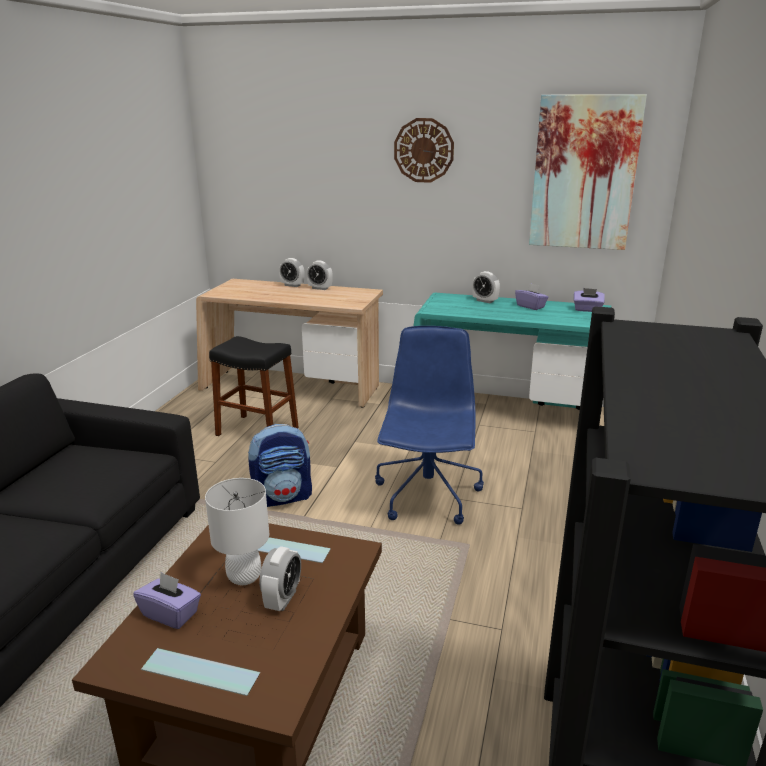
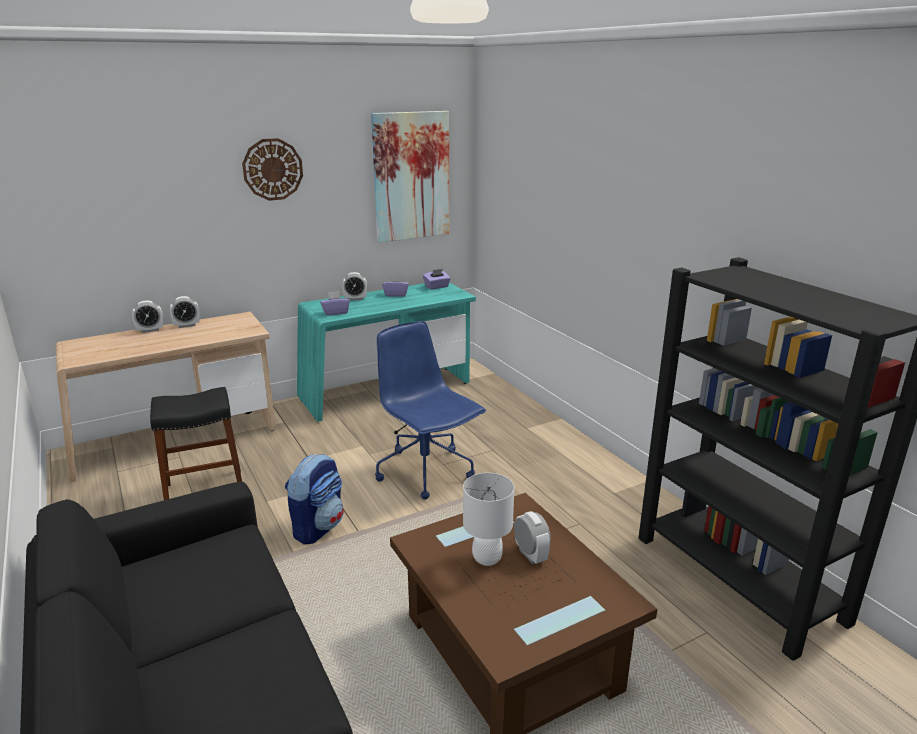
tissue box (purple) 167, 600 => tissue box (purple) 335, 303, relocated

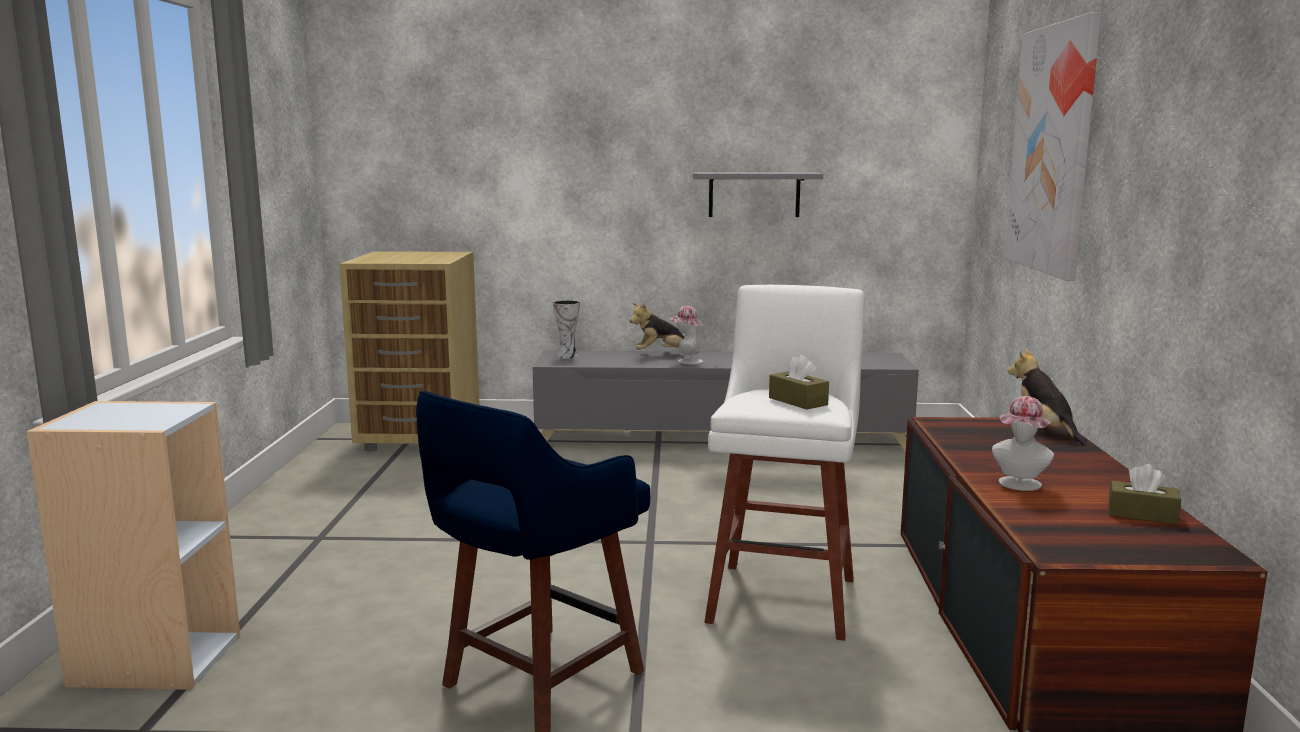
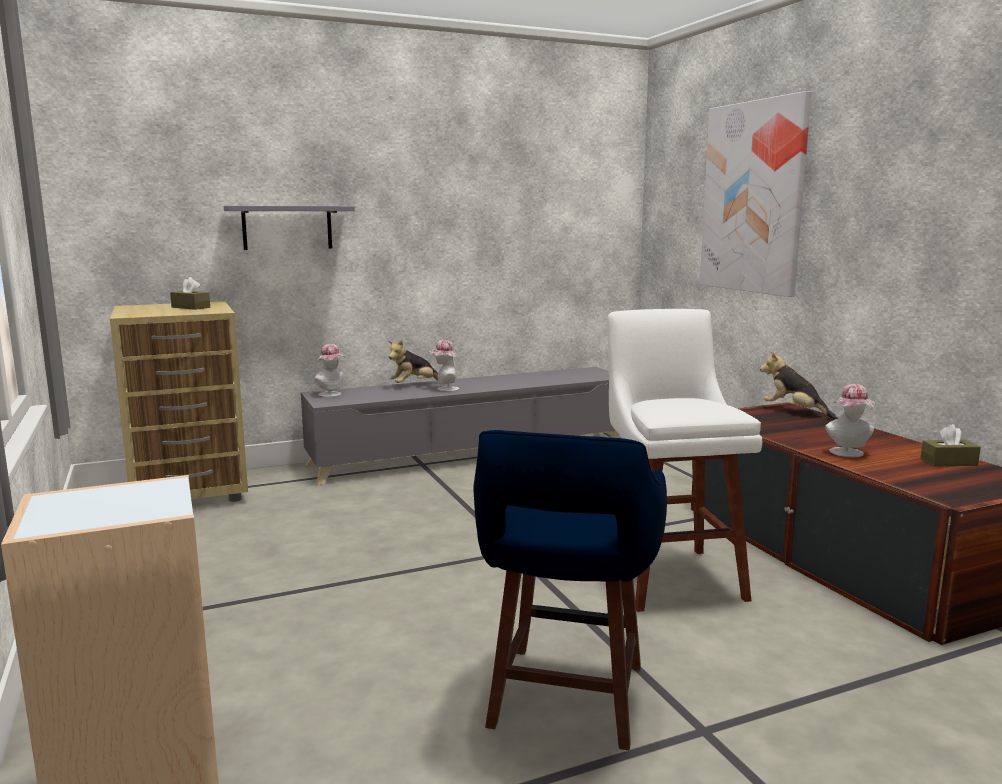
shelf (grey) 758, 194 => shelf (grey) 289, 228, relocated
vase 566, 329 => hat 329, 370
tissue box (brown) 799, 382 => tissue box (brown) 190, 293, relocated

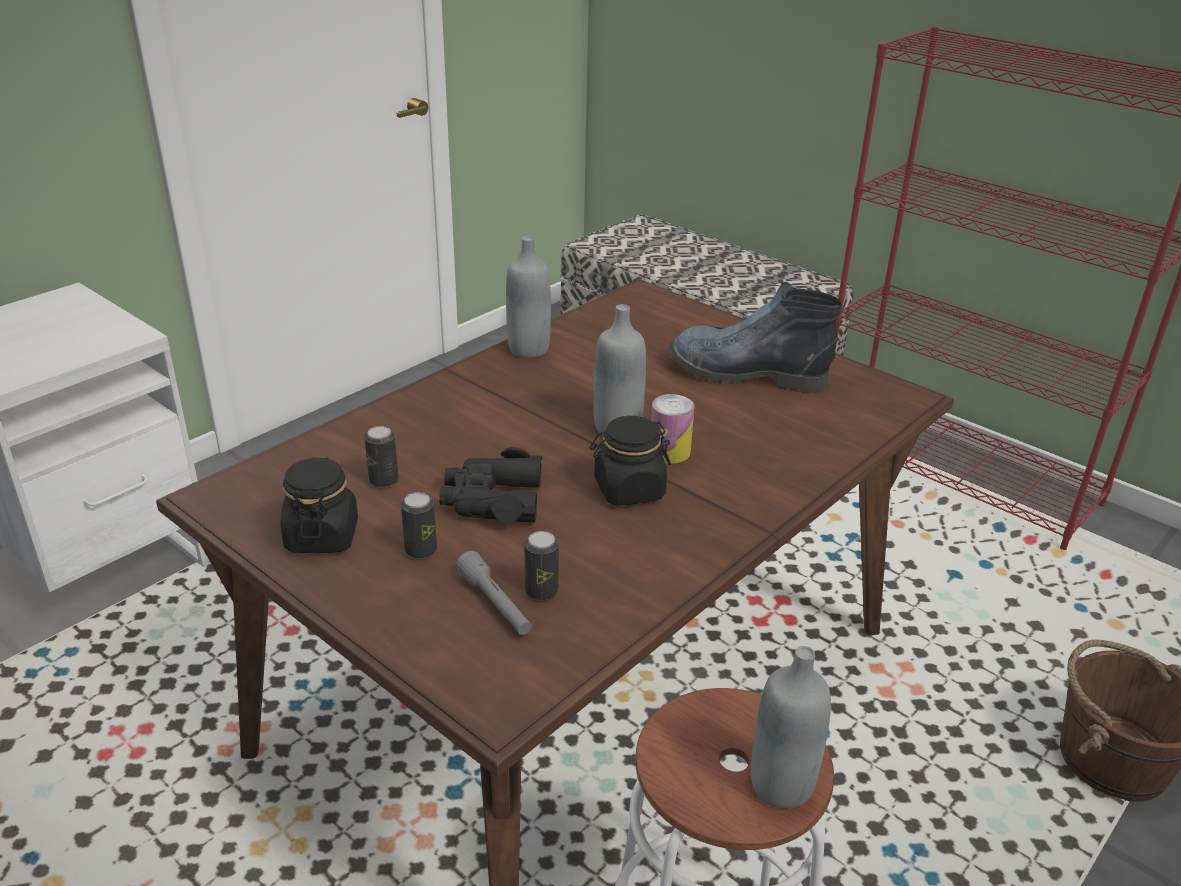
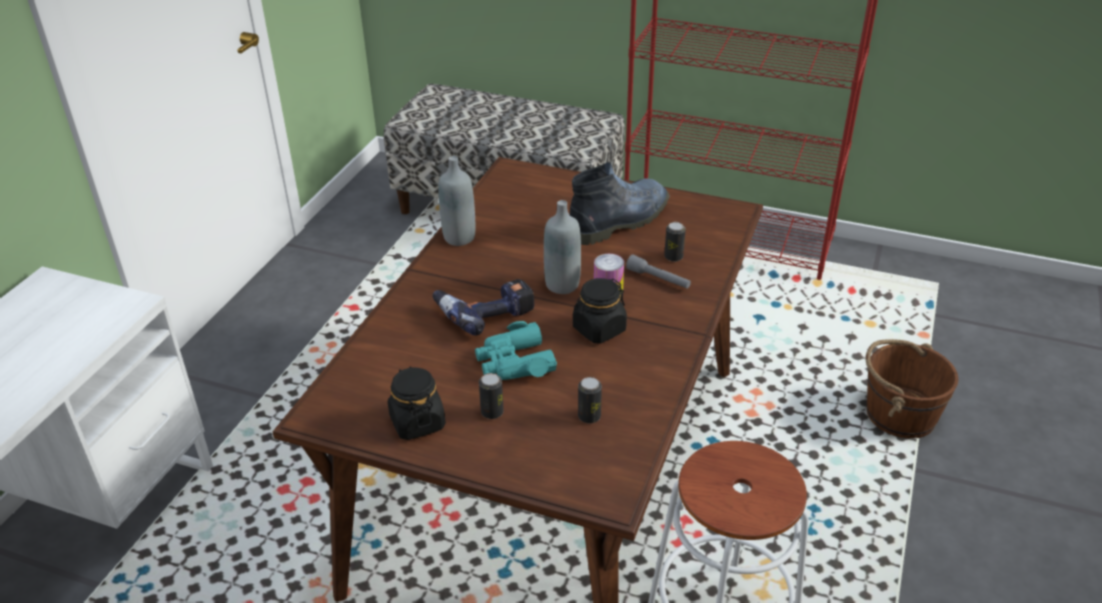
boot 755, 337 => boot 619, 203, 150 degrees clockwise
can 381, 457 => can 675, 242, relocated
binoculars (black) 490, 485 => binoculars (turquoise) 516, 350
flashlight (grey) 494, 593 => flashlight (grey) 658, 271, relocated
bottle (grey) 791, 727 => nothing
nothing => power drill 484, 307

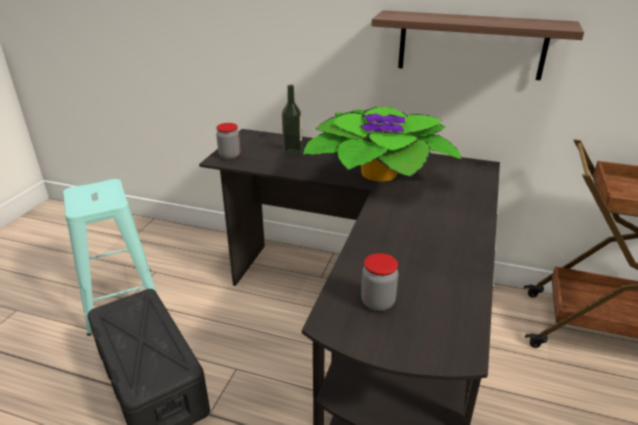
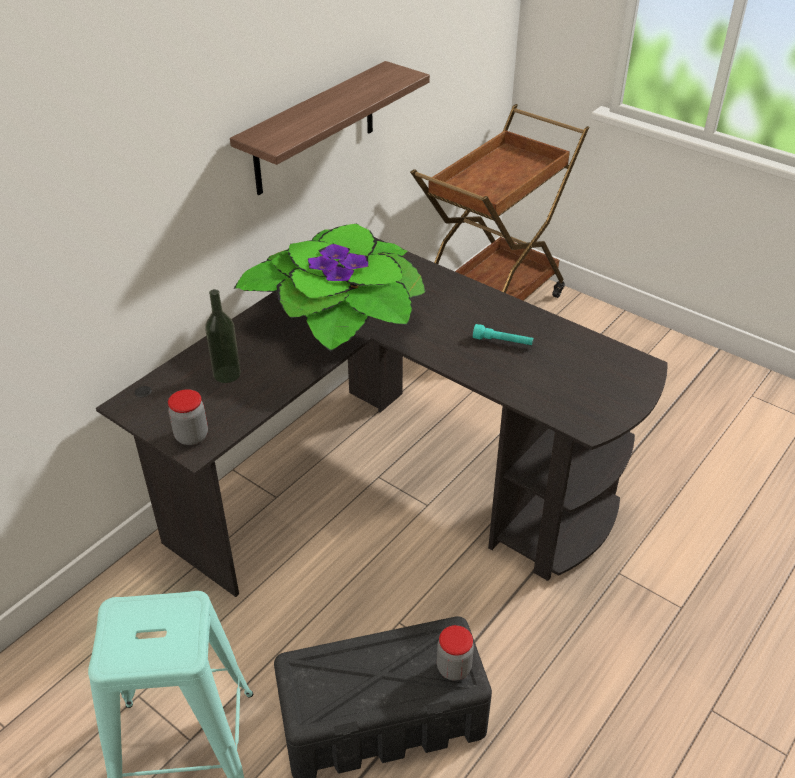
jar 379, 282 => jar 455, 653, relocated
nothing => flashlight (turquoise) 503, 334

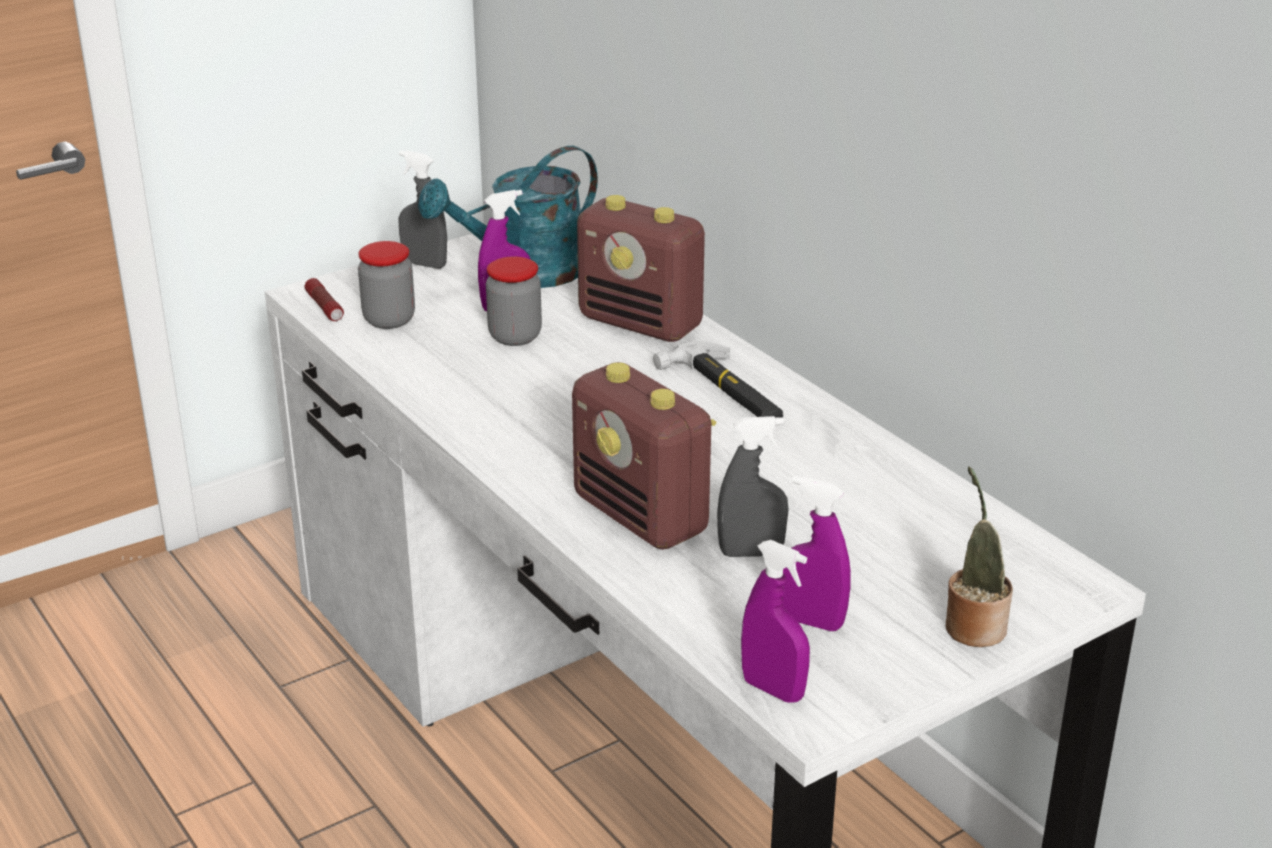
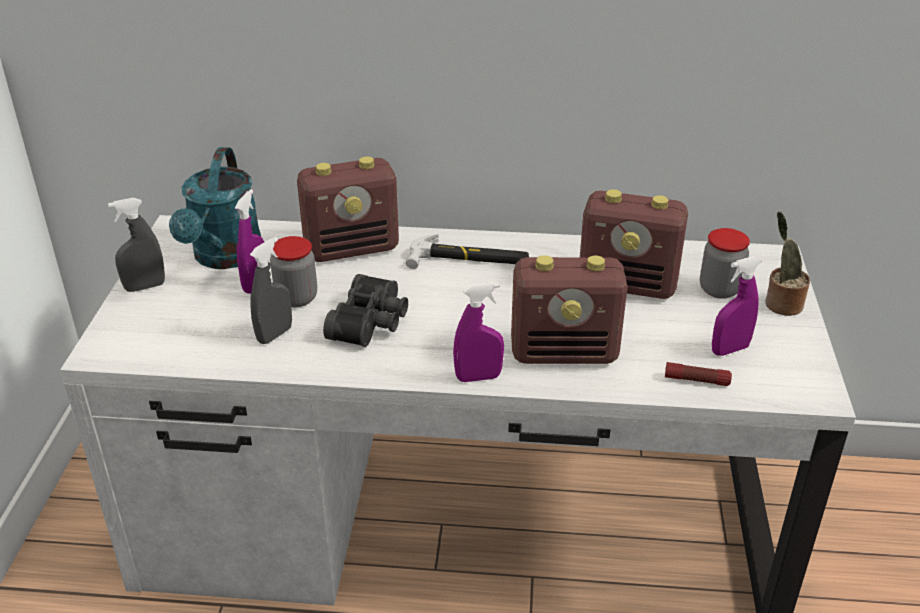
jar 386, 285 => jar 725, 263, relocated
flashlight 324, 299 => flashlight 698, 374, relocated
spray bottle (grey) 753, 486 => spray bottle (grey) 271, 290, relocated
spray bottle (purple) 775, 621 => spray bottle (purple) 478, 332, relocated
nothing => radio 634, 244
nothing => binoculars (black) 365, 310

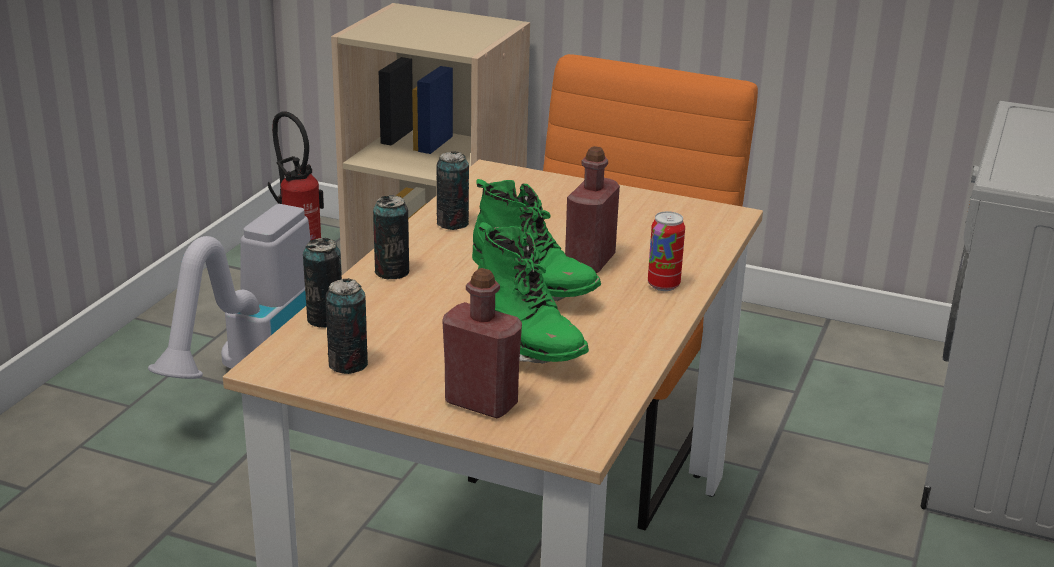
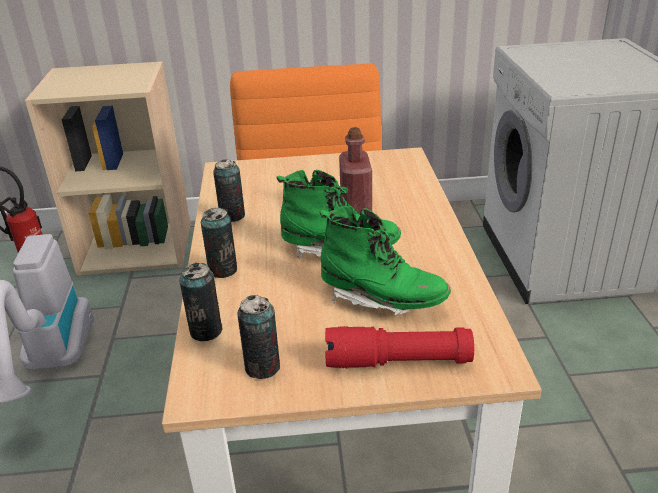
can 666, 251 => nothing
bottle (red) 482, 343 => flashlight (red) 399, 347

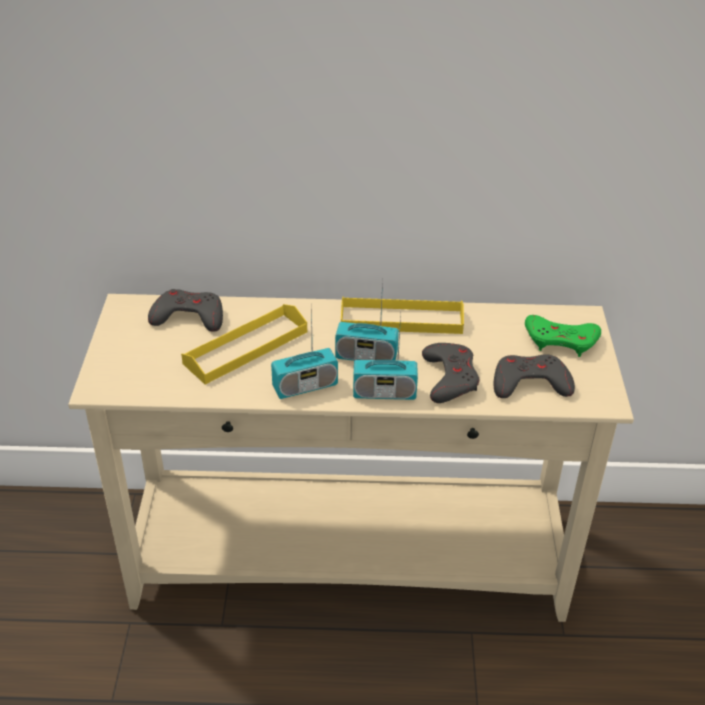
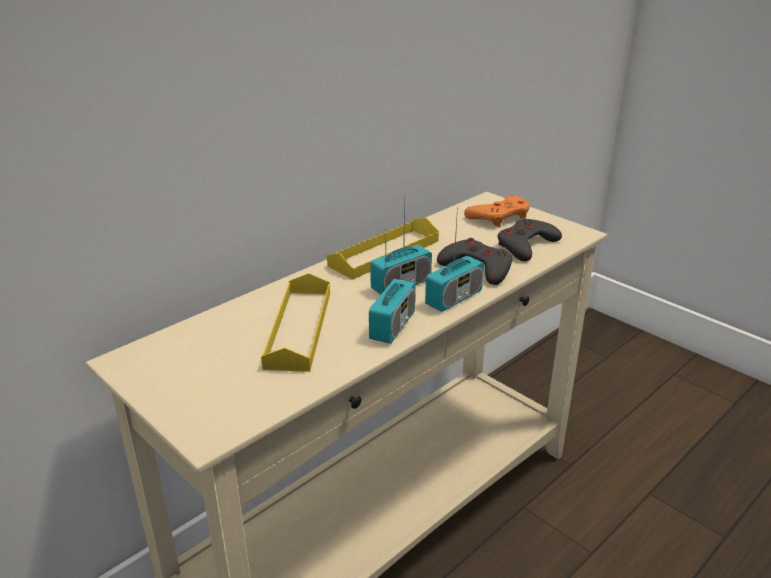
game controller (grey) 185, 310 => nothing
game controller (green) 563, 336 => game controller (orange) 497, 211

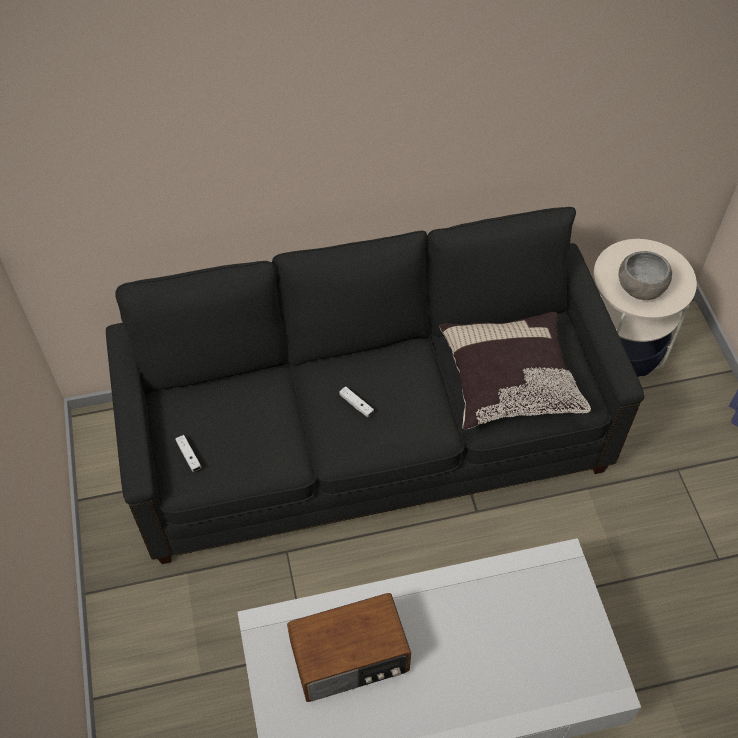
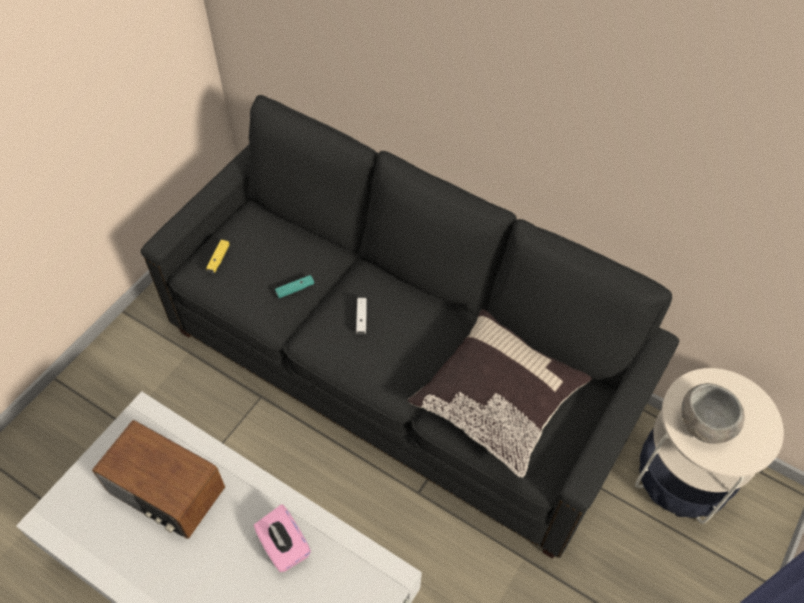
game controller (white) 188, 453 => game controller (yellow) 218, 256
nothing => game controller (turquoise) 294, 286
nothing => tissue box (pink) 282, 538

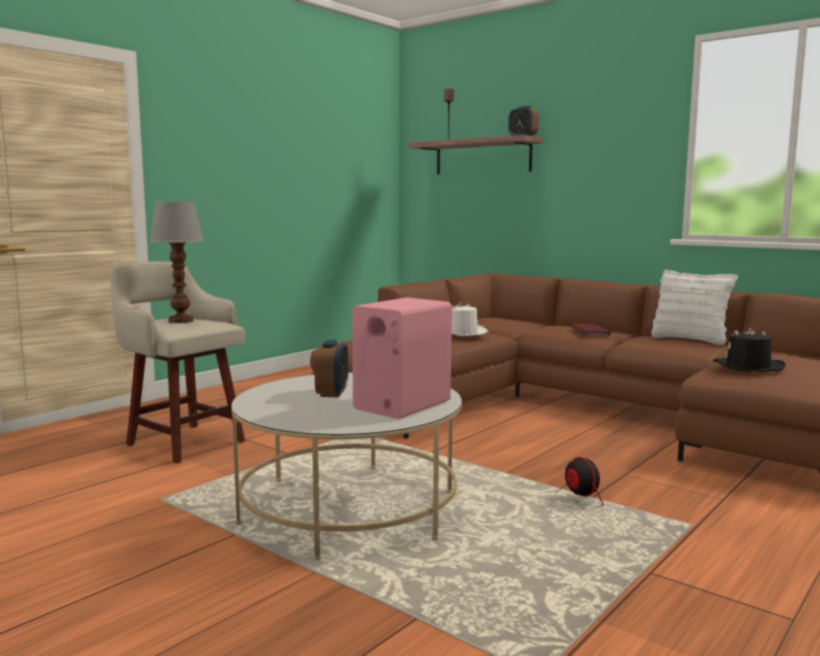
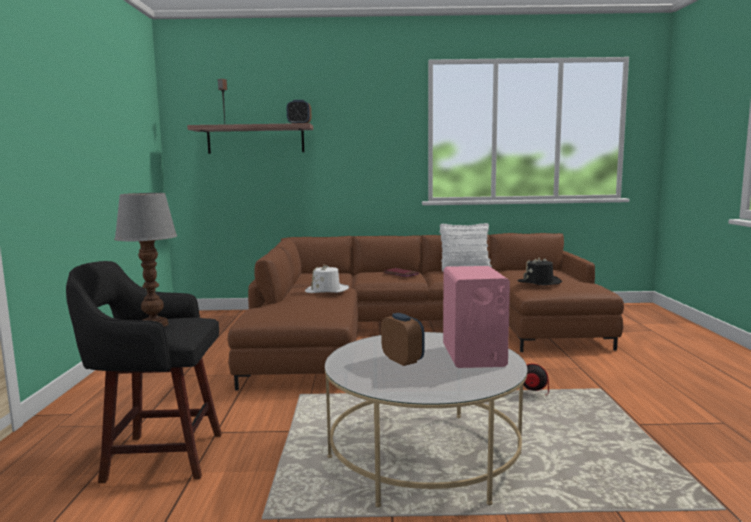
stool (beige) 178, 362 => stool (black) 144, 372

